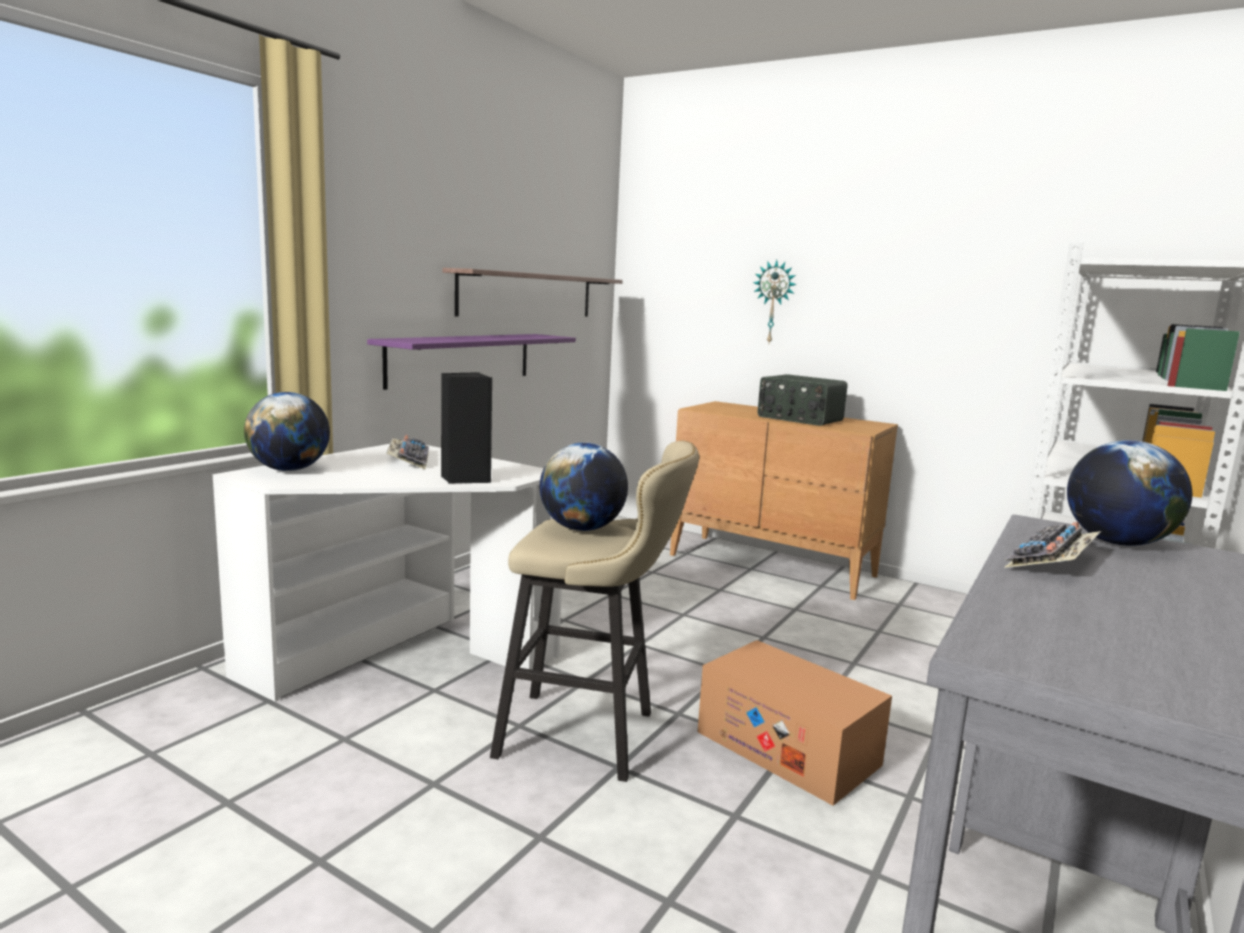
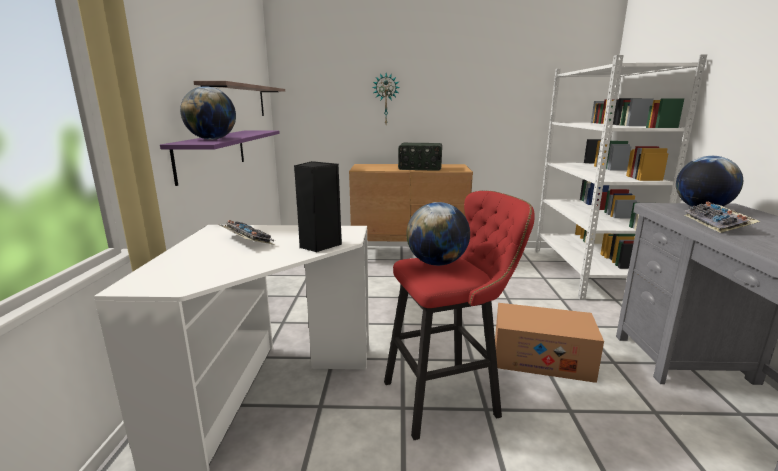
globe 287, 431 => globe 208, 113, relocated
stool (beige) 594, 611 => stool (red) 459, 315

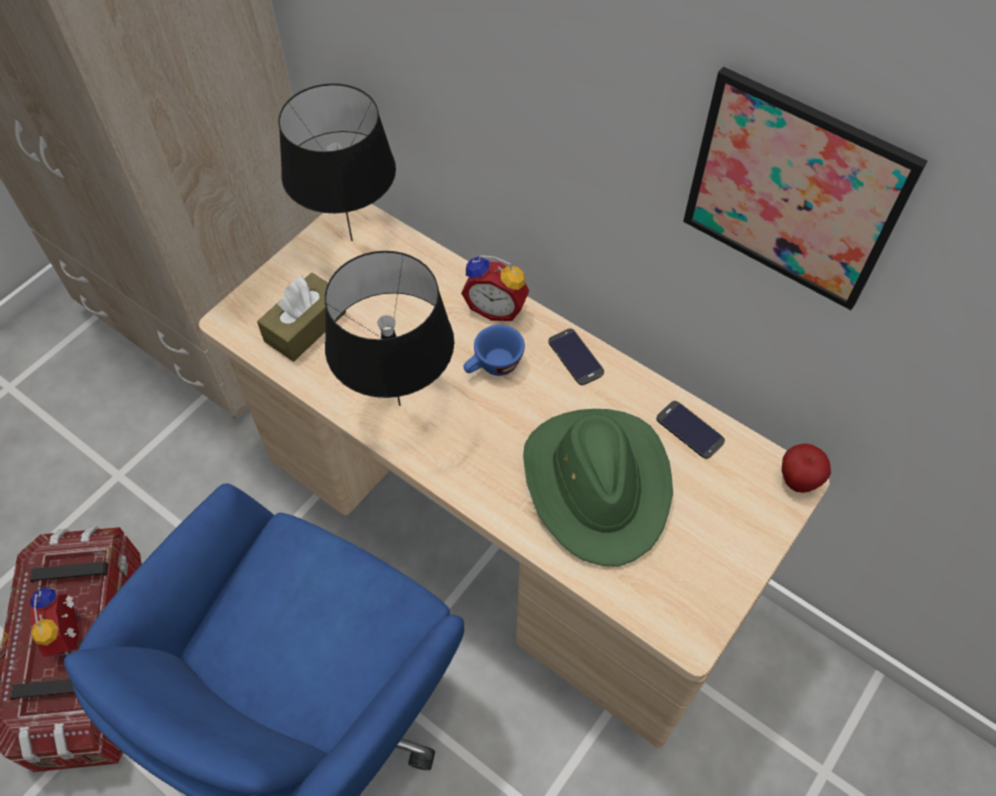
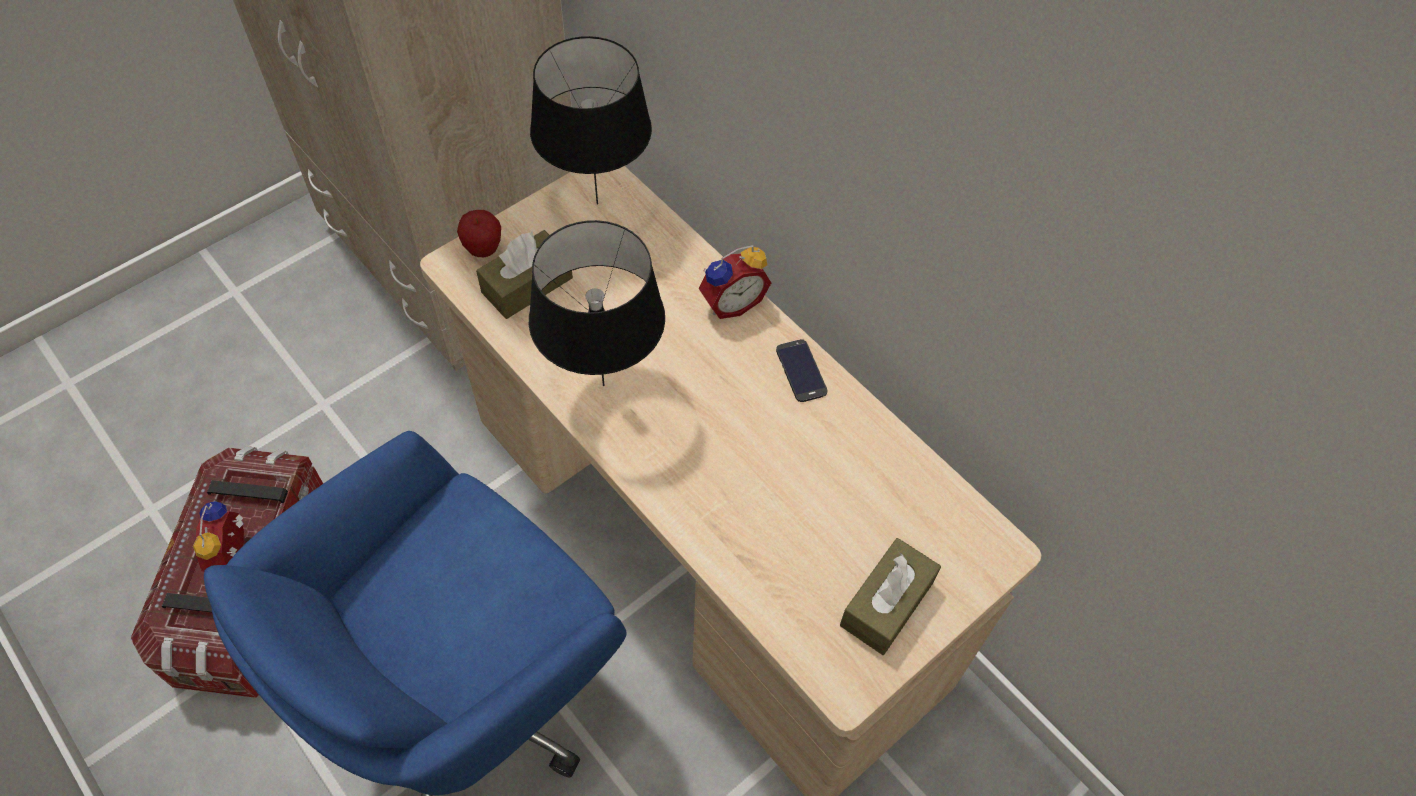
picture 805, 188 => nothing
alarm clock 495, 288 => alarm clock 735, 282, 60 degrees counterclockwise
cup (blue) 494, 350 => nothing
phone 690, 430 => nothing
hat (green) 598, 488 => nothing
apple 806, 468 => apple 479, 233, relocated
nothing => tissue box (brown) 890, 596

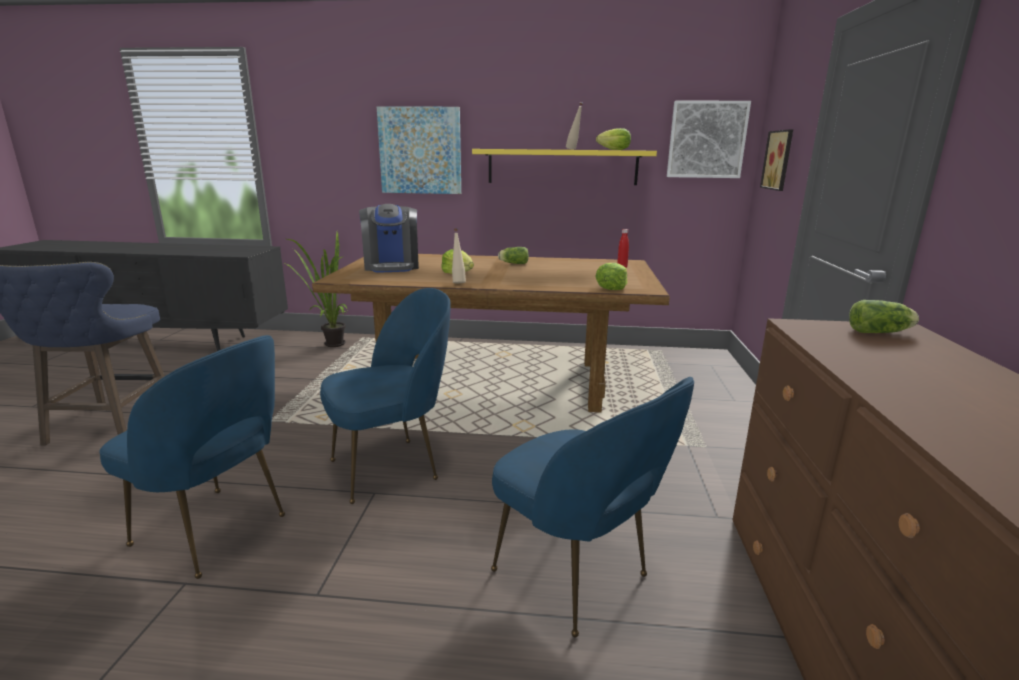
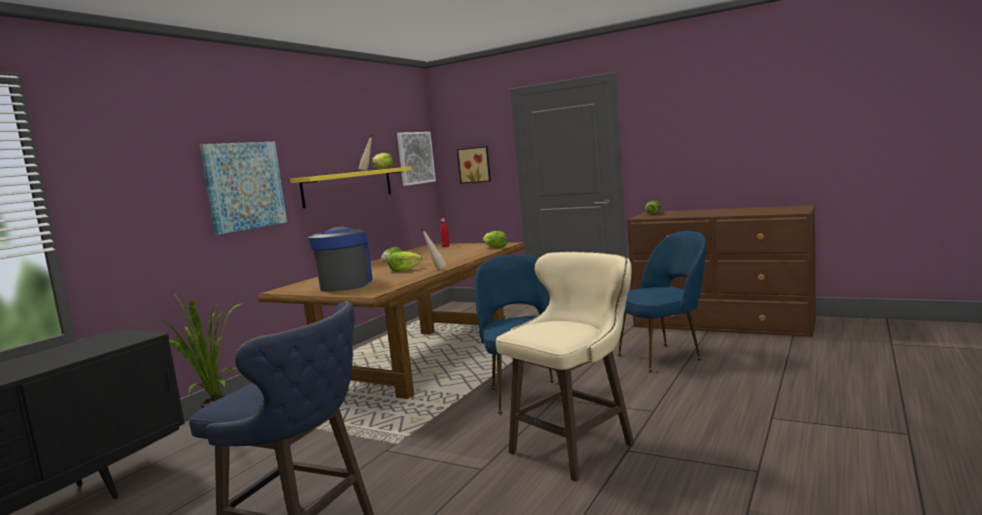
coffee machine 389, 238 => coffee machine 340, 259, 105 degrees counterclockwise
chair (blue) 192, 457 => stool (beige) 565, 366

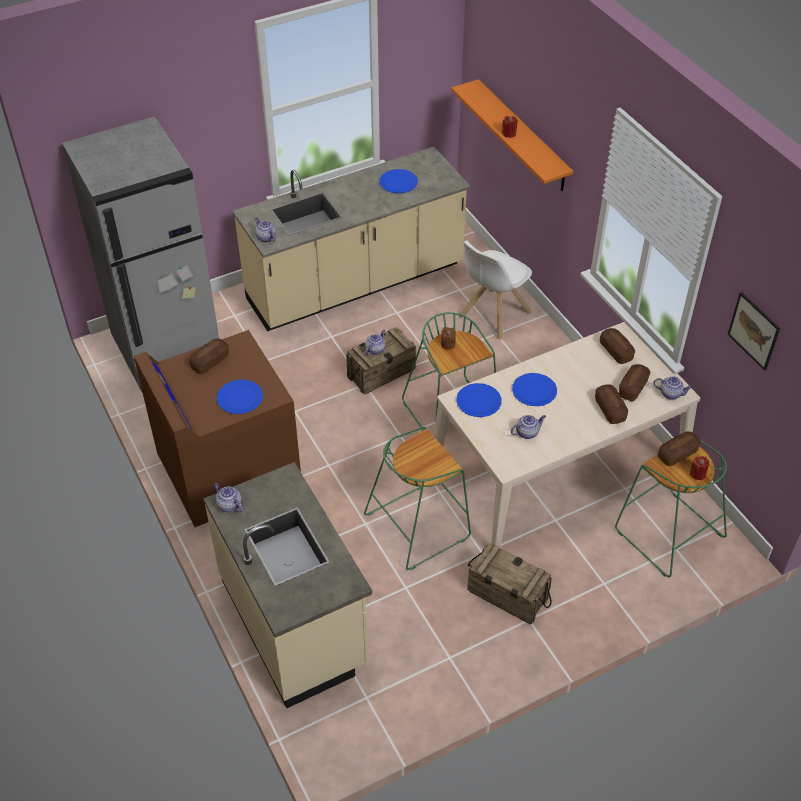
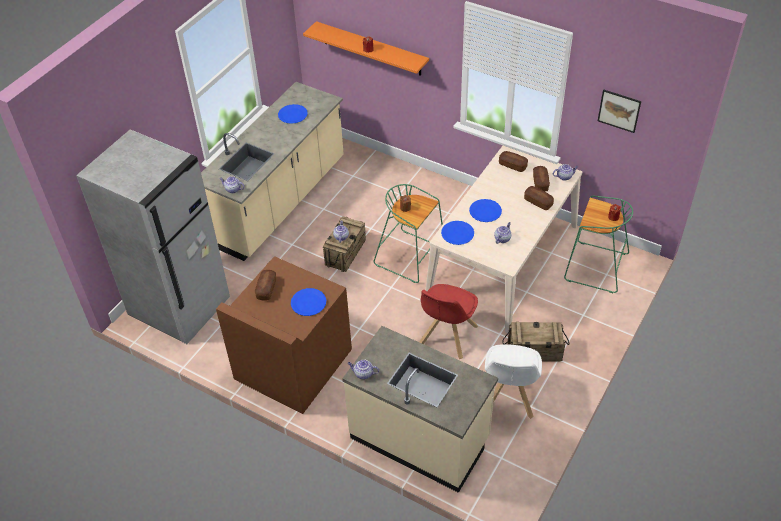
chair (white) 495, 290 => chair (white) 513, 381, relocated
stool (green) 417, 498 => chair (red) 448, 321
bread 679, 448 => nothing

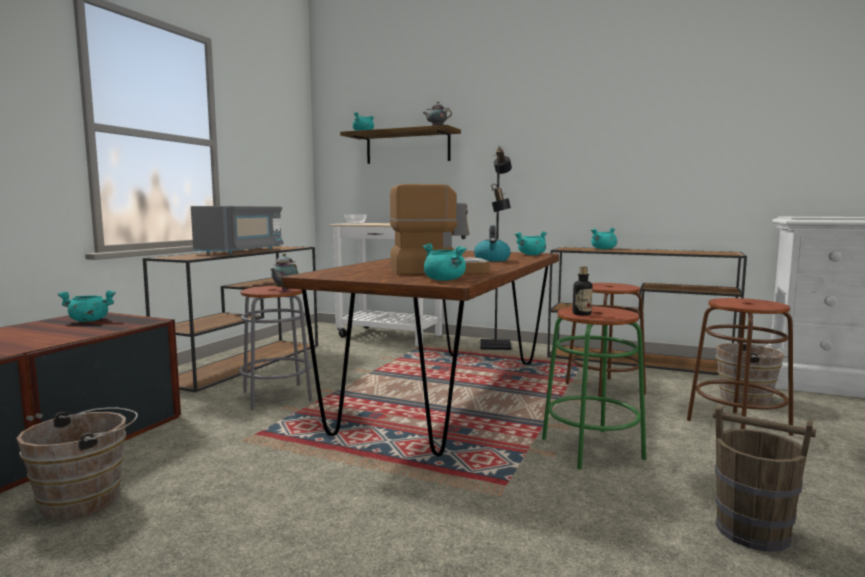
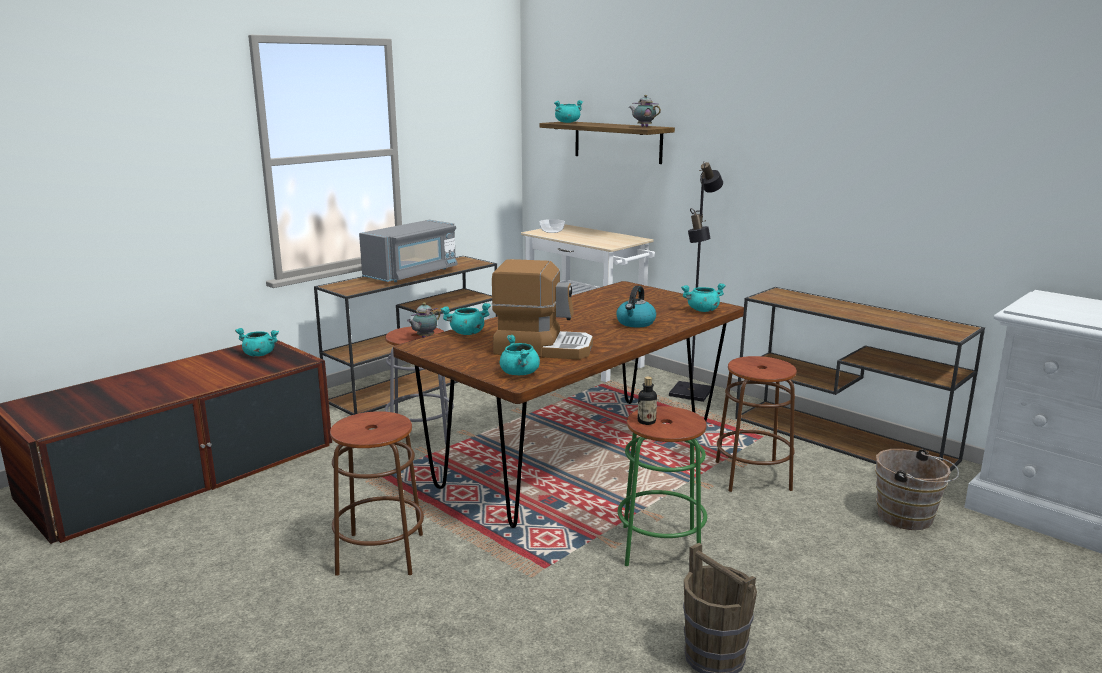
cooking pot (turquoise) 604, 238 => cooking pot (turquoise) 466, 319, relocated
stool (brown) 740, 367 => stool (brown) 377, 493, relocated
bucket (brown) 77, 463 => nothing

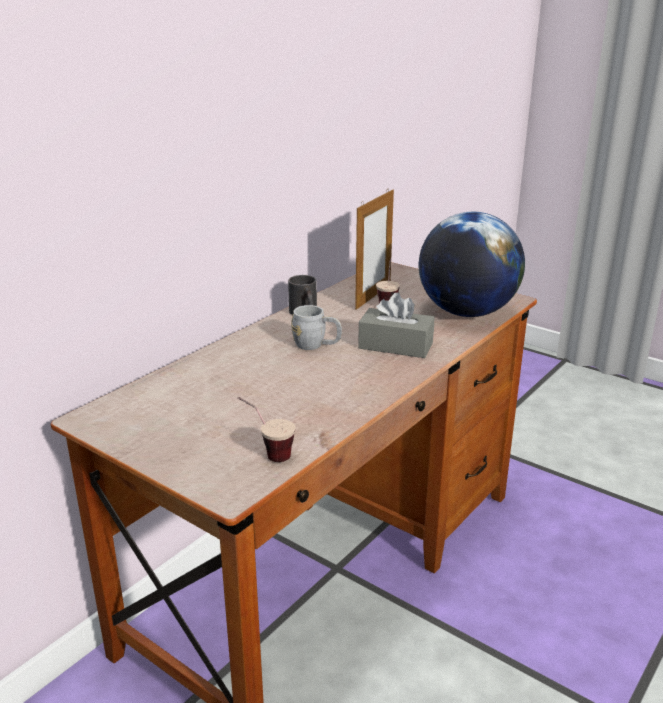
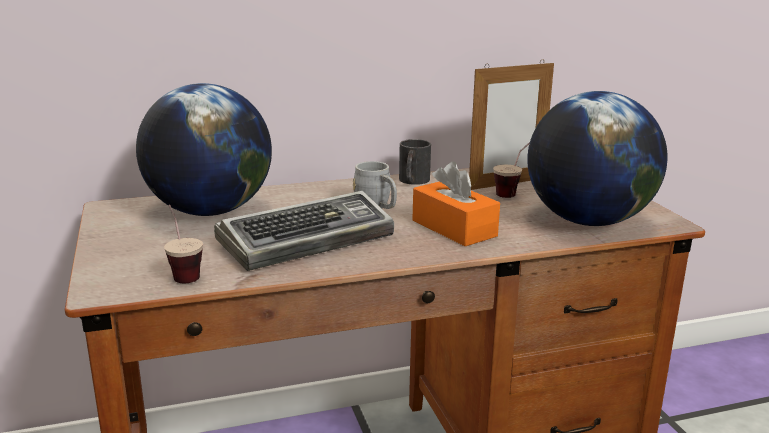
tissue box (grey) 396, 325 => tissue box (orange) 456, 204
nothing => globe 204, 149
nothing => keyboard 304, 231

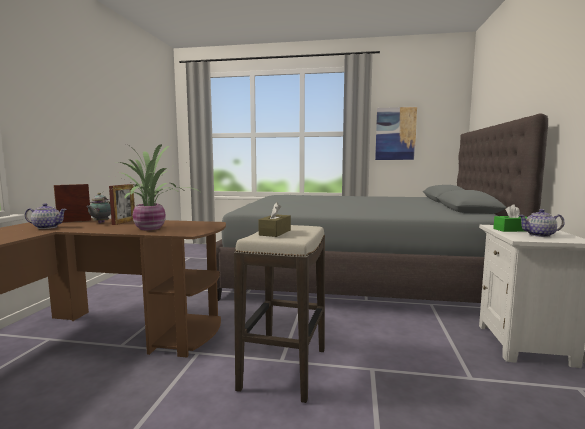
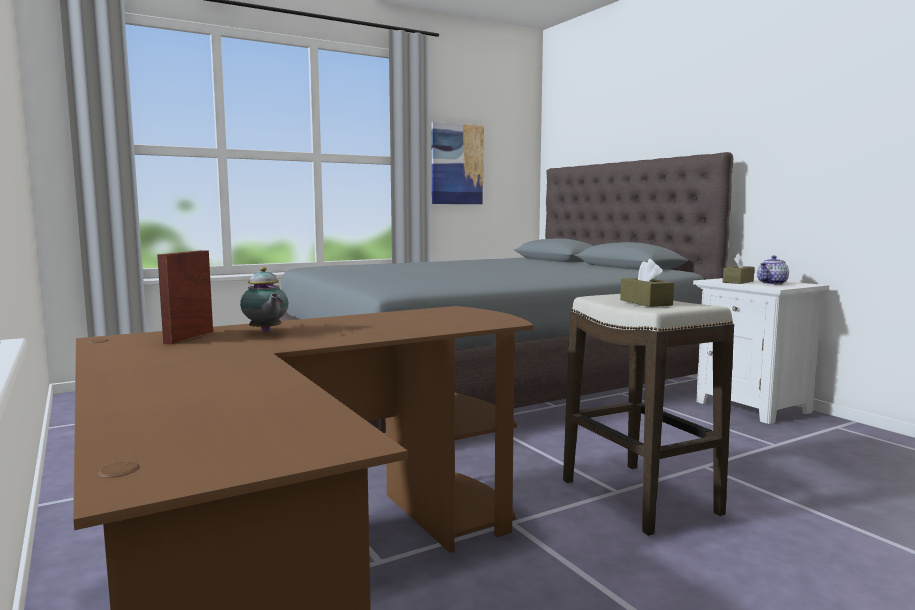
potted plant 156, 187 => nothing
picture frame 122, 204 => nothing
teapot 46, 216 => nothing
tissue box (green) 510, 218 => tissue box (brown) 739, 268

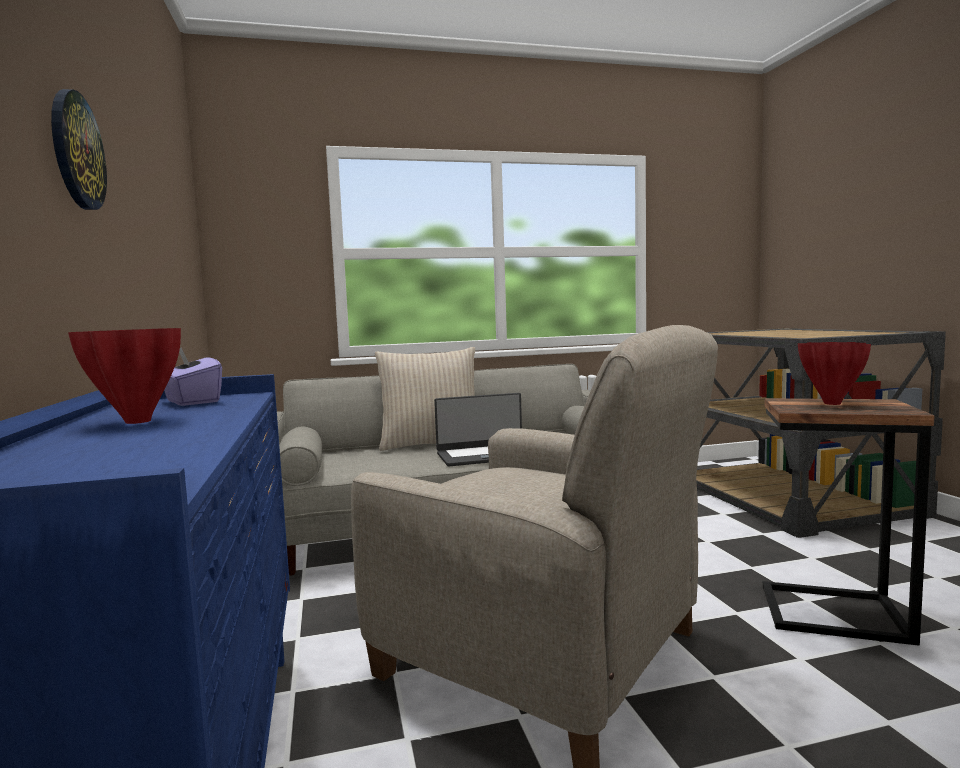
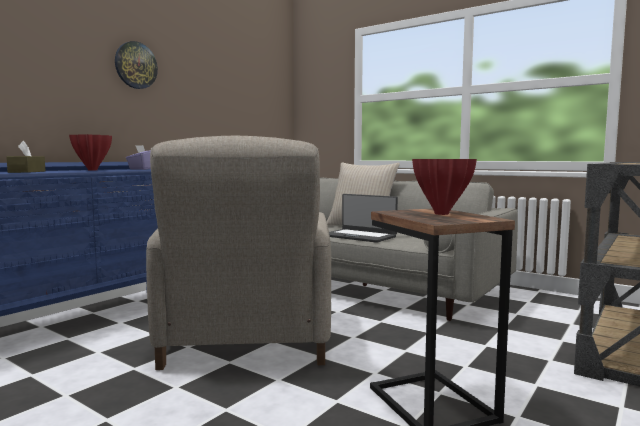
nothing => tissue box (brown) 26, 157

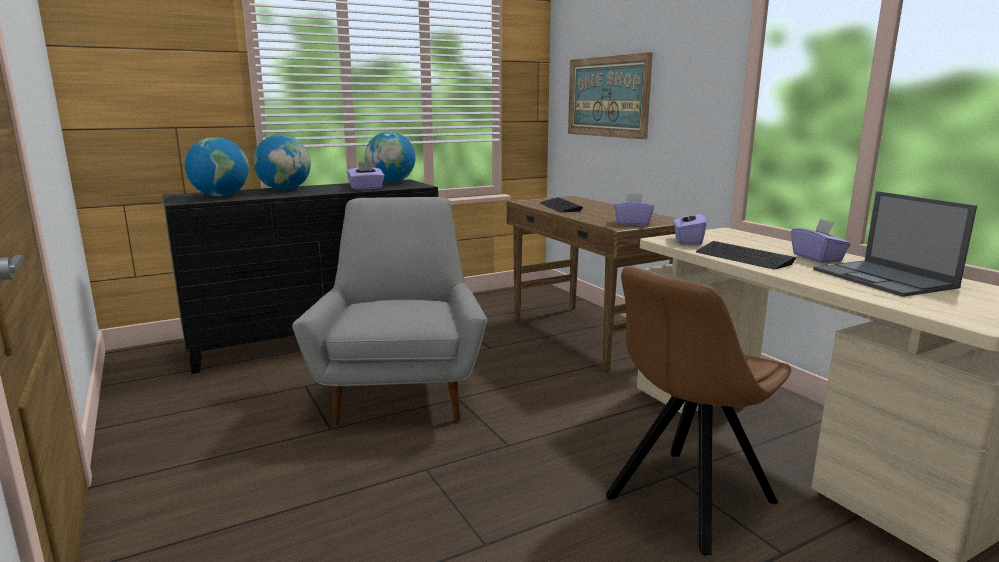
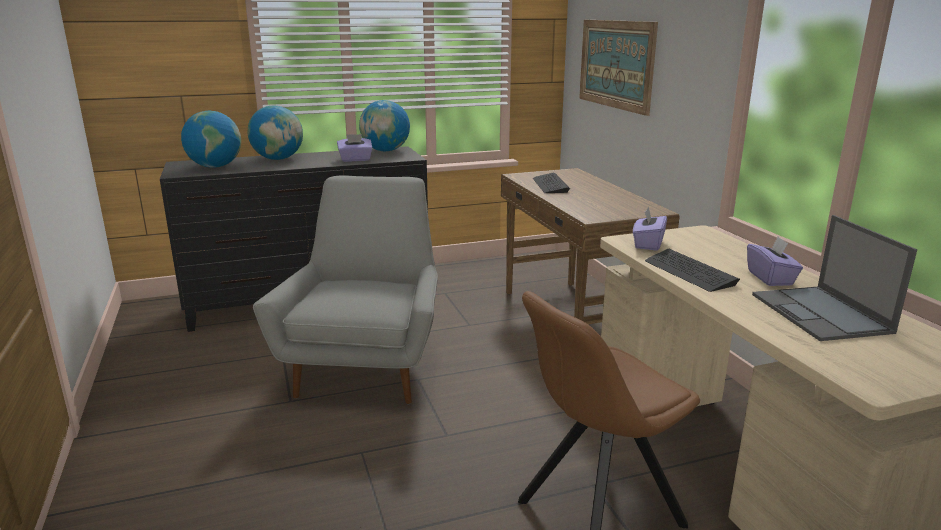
tissue box (purple) 634, 209 => nothing

